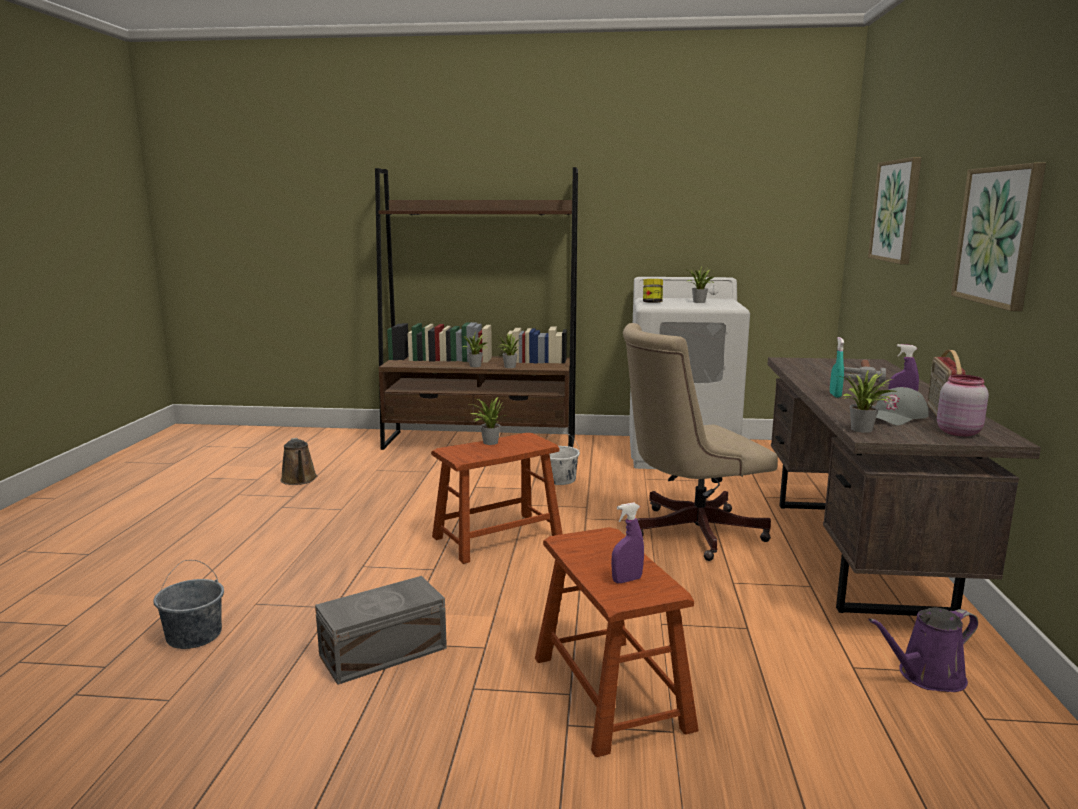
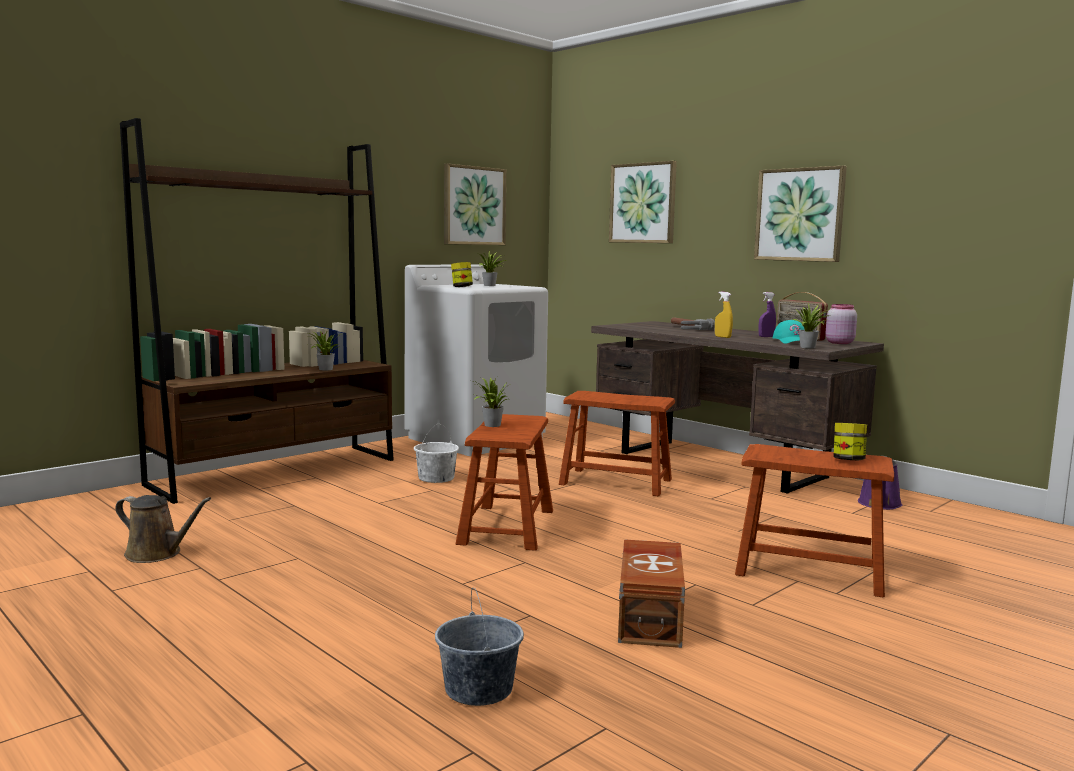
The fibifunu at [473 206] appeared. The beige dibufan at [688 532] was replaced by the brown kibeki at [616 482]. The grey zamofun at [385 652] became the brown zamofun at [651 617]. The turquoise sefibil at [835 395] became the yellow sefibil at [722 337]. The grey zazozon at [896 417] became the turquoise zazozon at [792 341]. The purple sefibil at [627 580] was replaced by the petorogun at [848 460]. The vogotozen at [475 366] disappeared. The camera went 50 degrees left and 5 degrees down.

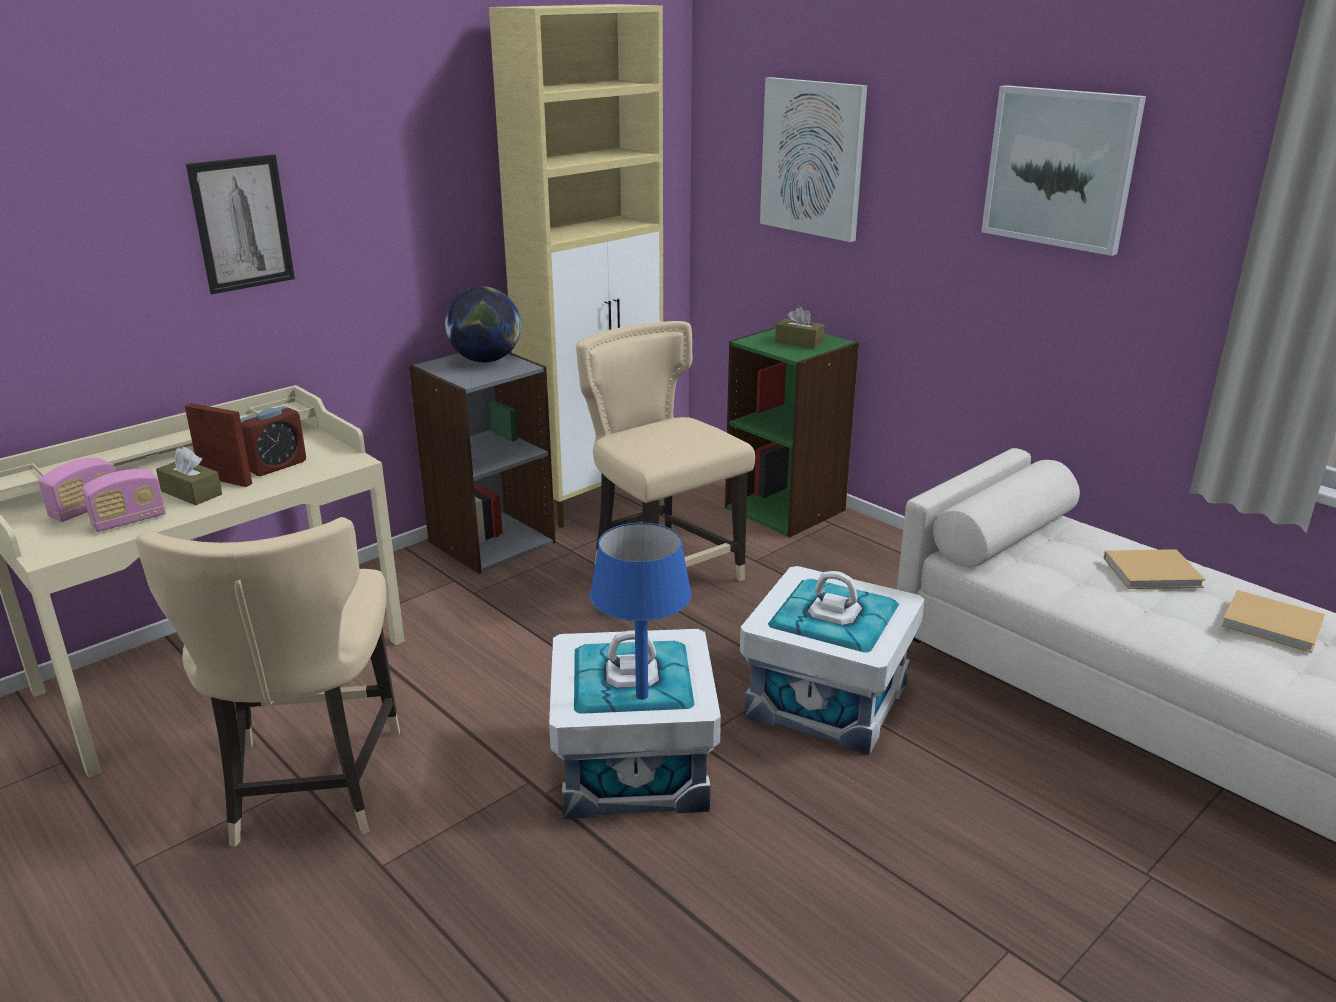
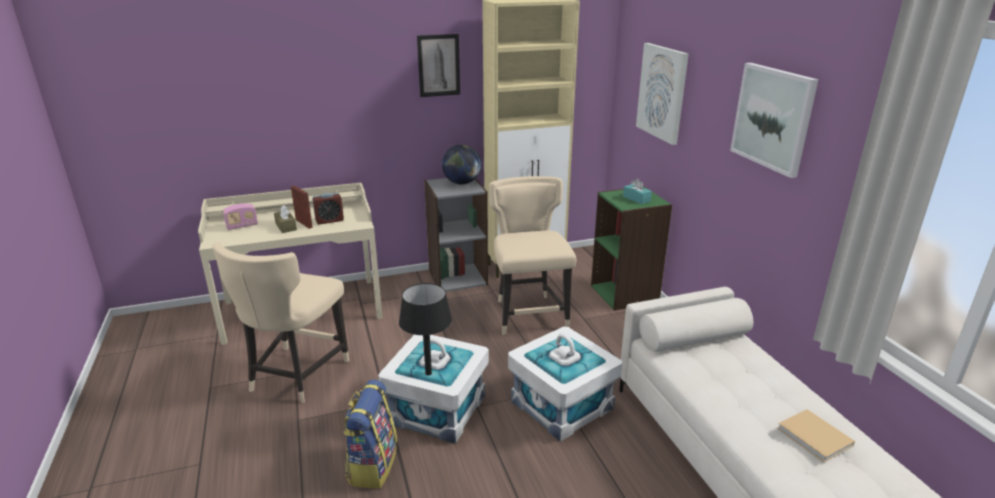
The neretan at [372 465] appeared. The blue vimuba at [642 696] became the black vimuba at [428 373]. The fibifunu moved from [242 224] to [439 65]. The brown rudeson at [799 342] became the turquoise rudeson at [636 199]. The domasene at [129 521] disappeared. The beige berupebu at [1154 572] disappeared. The camera went 25 degrees right and 0 degrees up.

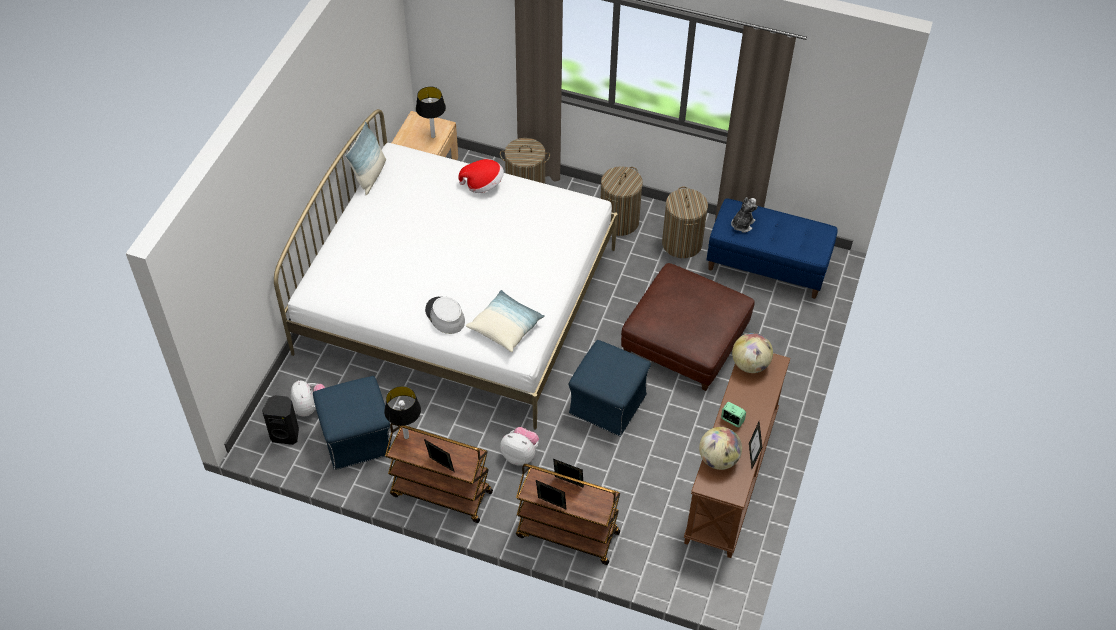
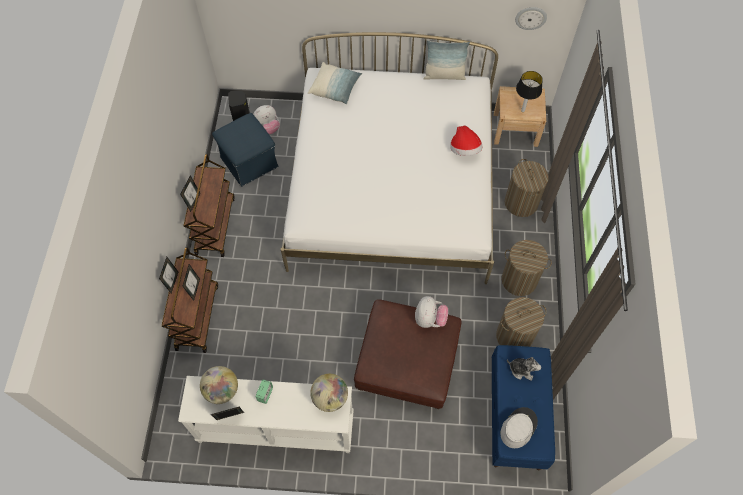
The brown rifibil at [732 477] became the white rifibil at [275 428]. The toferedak moved from [505 327] to [335 88]. The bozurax moved from [520 455] to [429 319]. The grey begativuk moved from [444 316] to [518 427]. The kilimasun at [531 17] appeared. The vimuba at [406 437] disappeared. The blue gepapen at [607 404] disappeared. The camera went 75 degrees right and 10 degrees up.

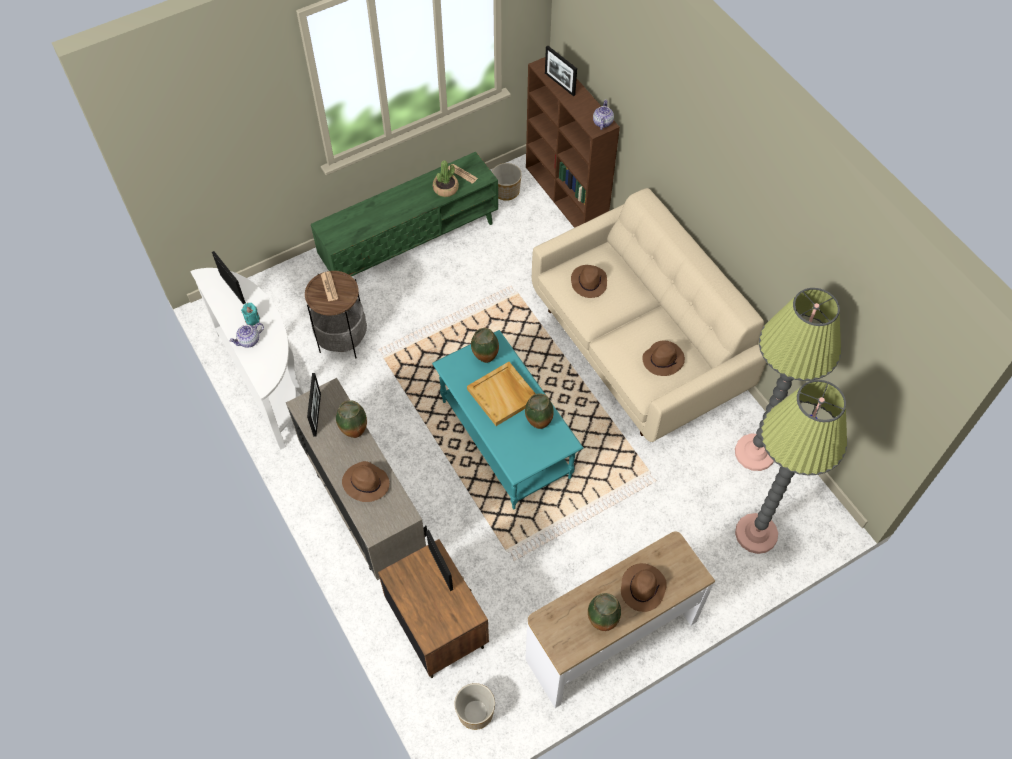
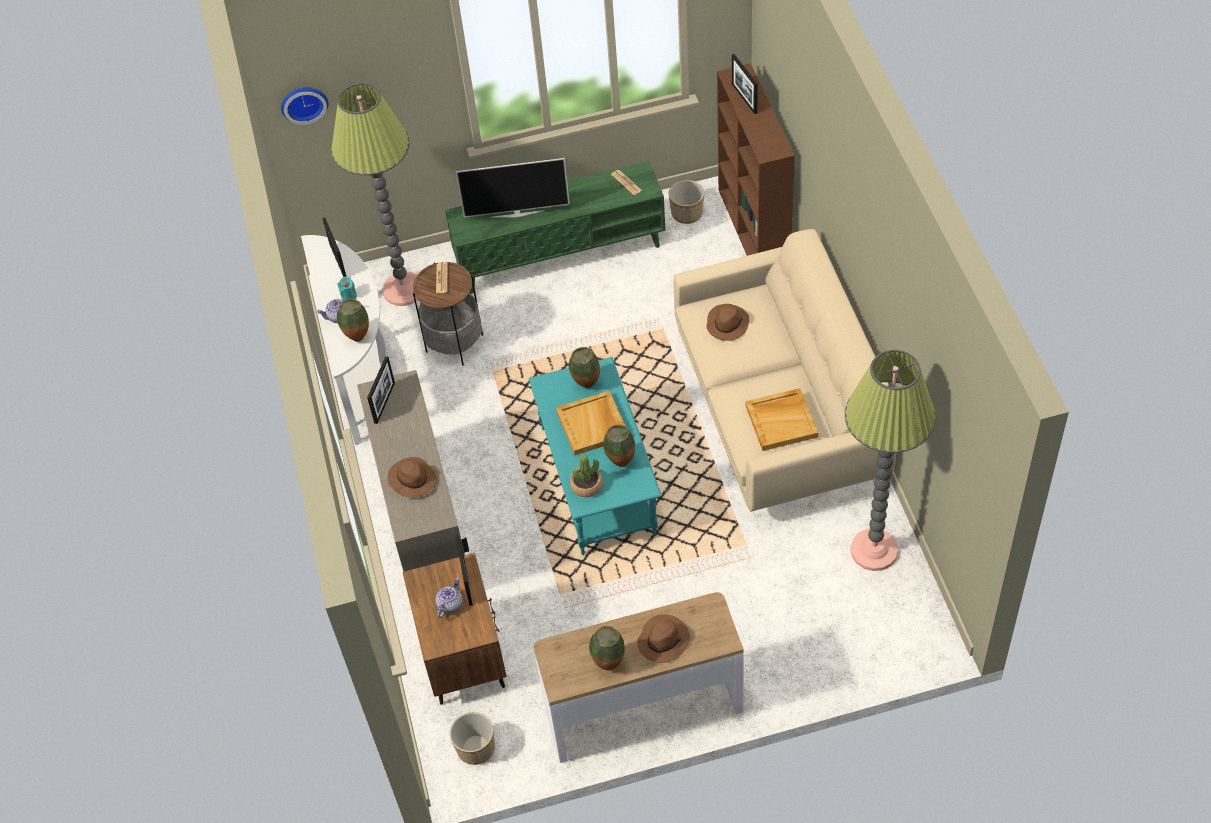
The kilimasun at [303 102] appeared. The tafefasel moved from [756 534] to [403 290]. The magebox moved from [354 433] to [357 337]. The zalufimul moved from [602 122] to [450 604]. The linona at [517 213] appeared. The vogotozen moved from [445 188] to [586 485]. The brown begativuk at [663 359] was replaced by the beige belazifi at [781 421]. The camera went 20 degrees right and 5 degrees down.

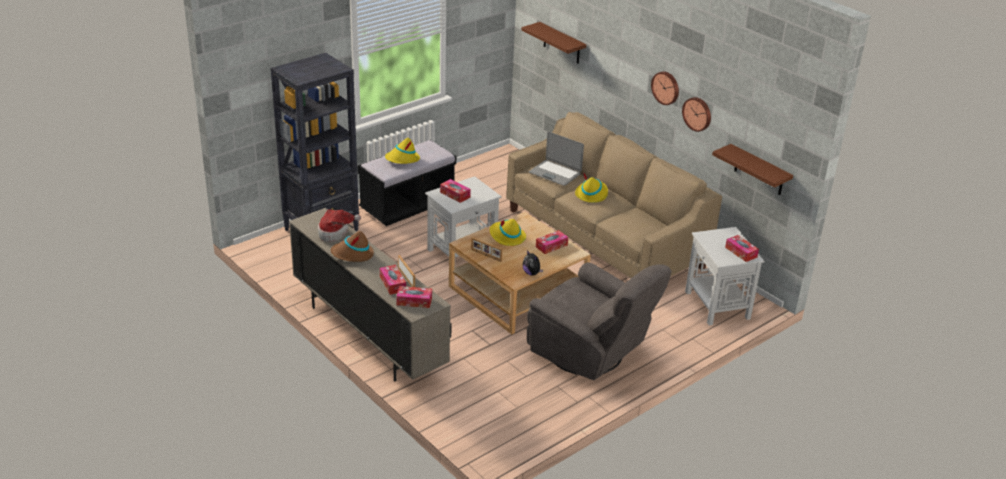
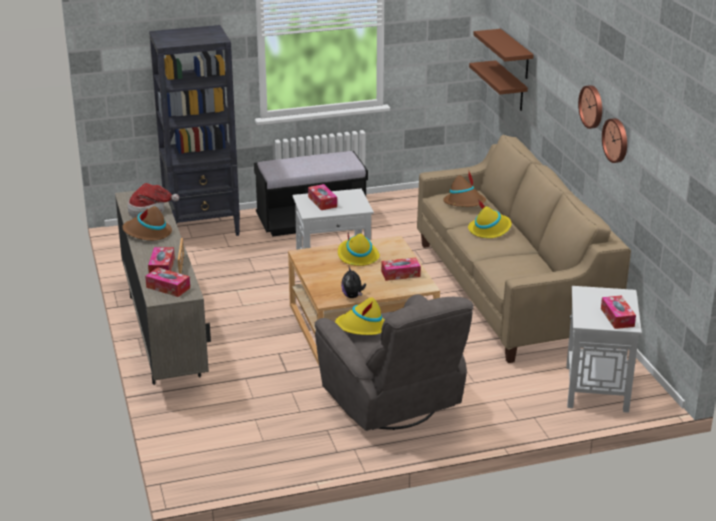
The yellow begativuk moved from [402 159] to [361 327]. The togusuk at [555 173] was replaced by the brown begativuk at [465 203]. The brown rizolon moved from [759 170] to [510 86]. The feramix at [486 255] disappeared. The camera went 25 degrees right and 5 degrees down.

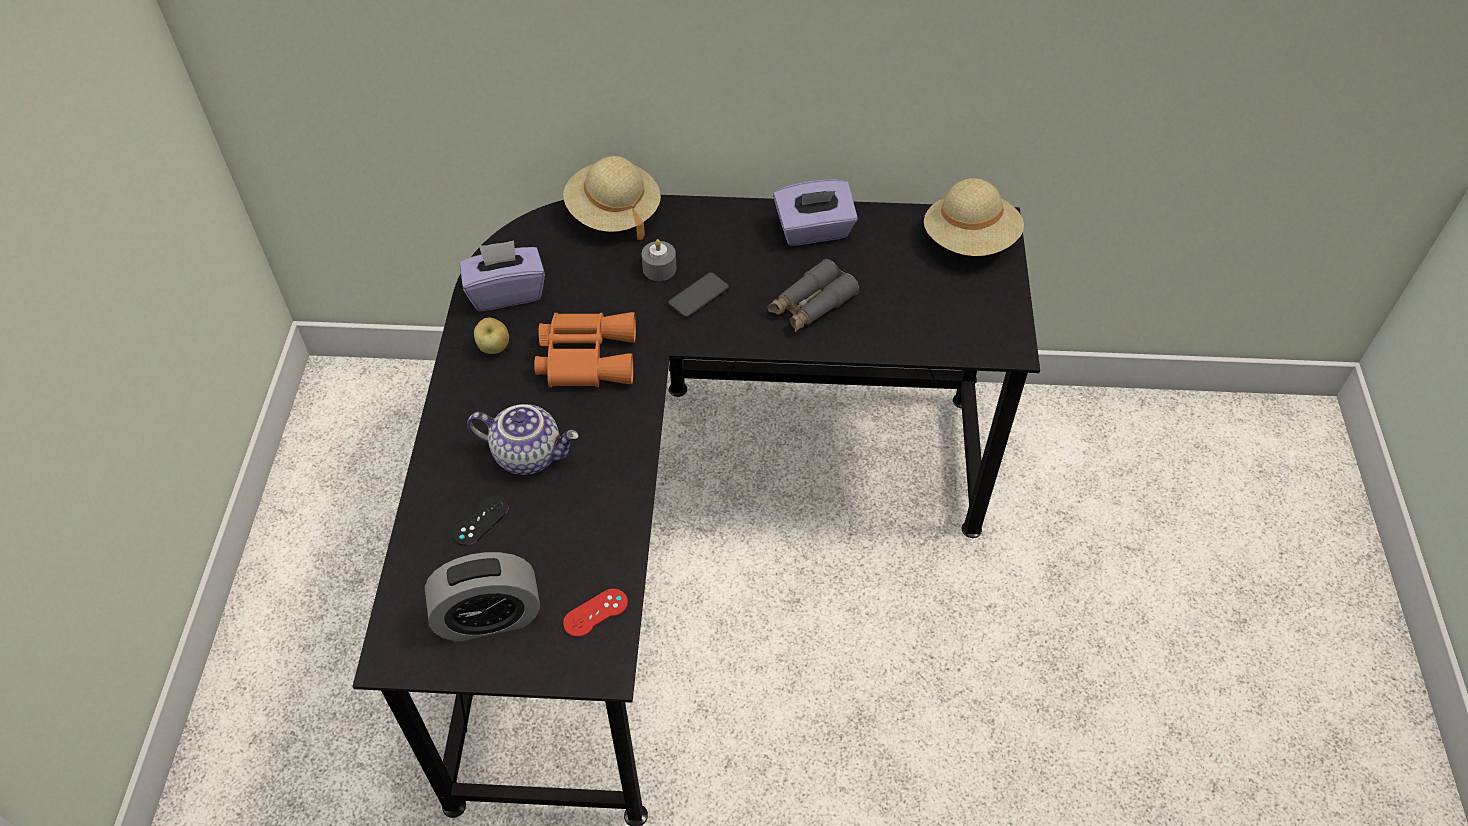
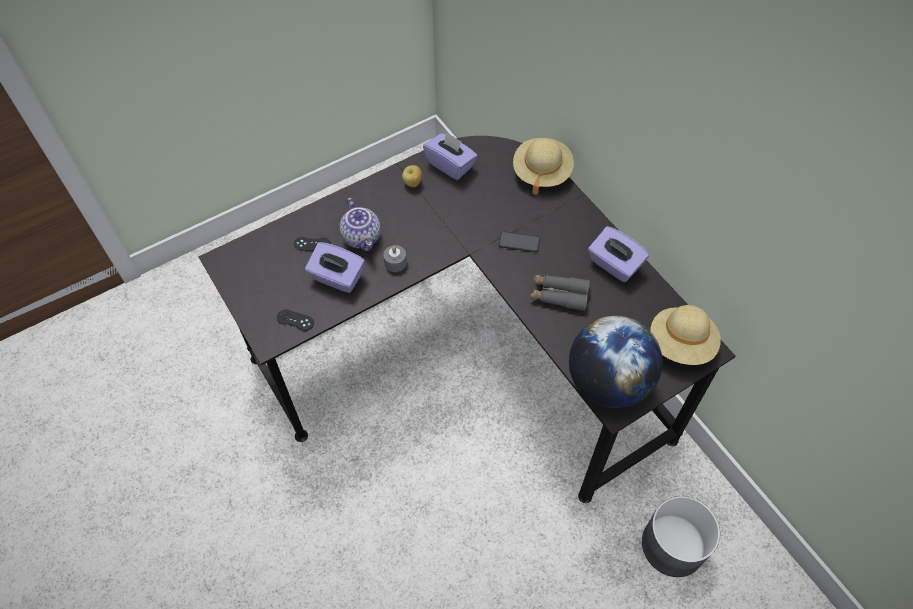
The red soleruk at [595 613] became the black soleruk at [295 320]. The purple rudeson at [337 278] appeared. The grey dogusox moved from [659 268] to [395 263]. The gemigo at [608 383] appeared. The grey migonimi at [673 545] appeared. The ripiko at [489 618] disappeared. The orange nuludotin at [585 355] disappeared. The camera went 55 degrees right and 5 degrees up.

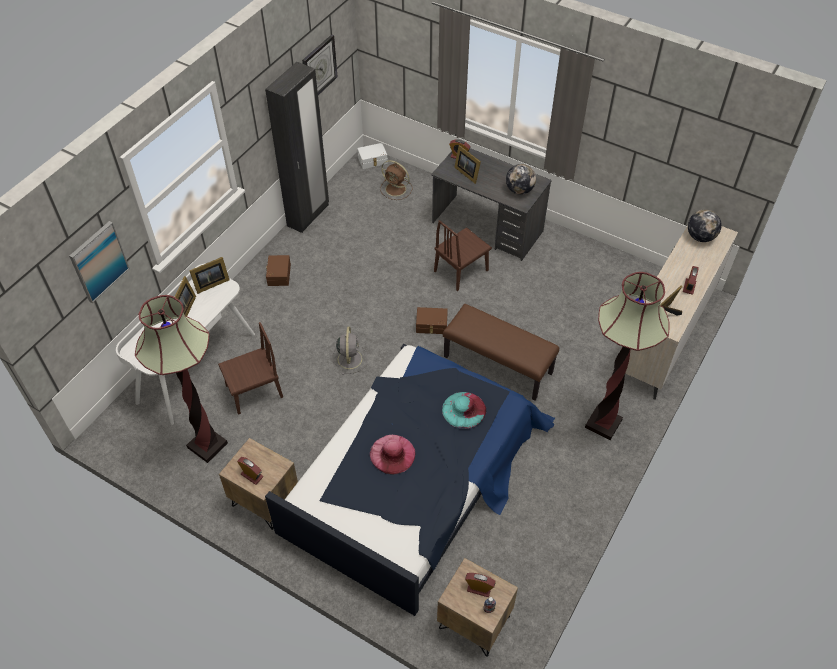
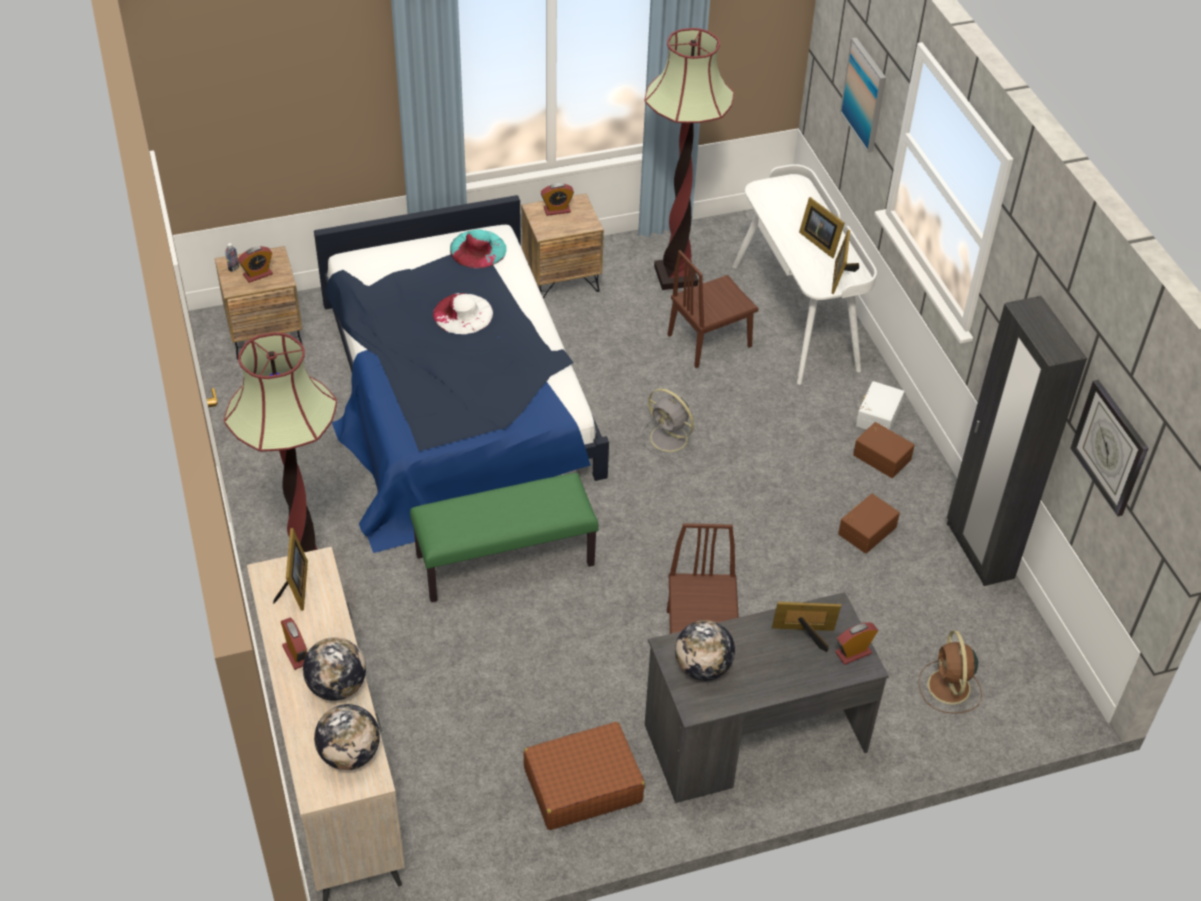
The gemigo at [337 687] appeared. The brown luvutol at [497 365] became the green luvutol at [505 559]. The pink begativuk at [392 454] became the white begativuk at [463 313]. The turquoise begativuk moved from [464 410] to [478 249]. The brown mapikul at [582 785] appeared. The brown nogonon at [254 391] turned 45 degrees clockwise. The brown zamofun moved from [431 325] to [866 530]. The white zamofun moved from [372 161] to [877 415]. The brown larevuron at [396 189] turned 75 degrees counterclockwise. The camera went 130 degrees right and 5 degrees down.

